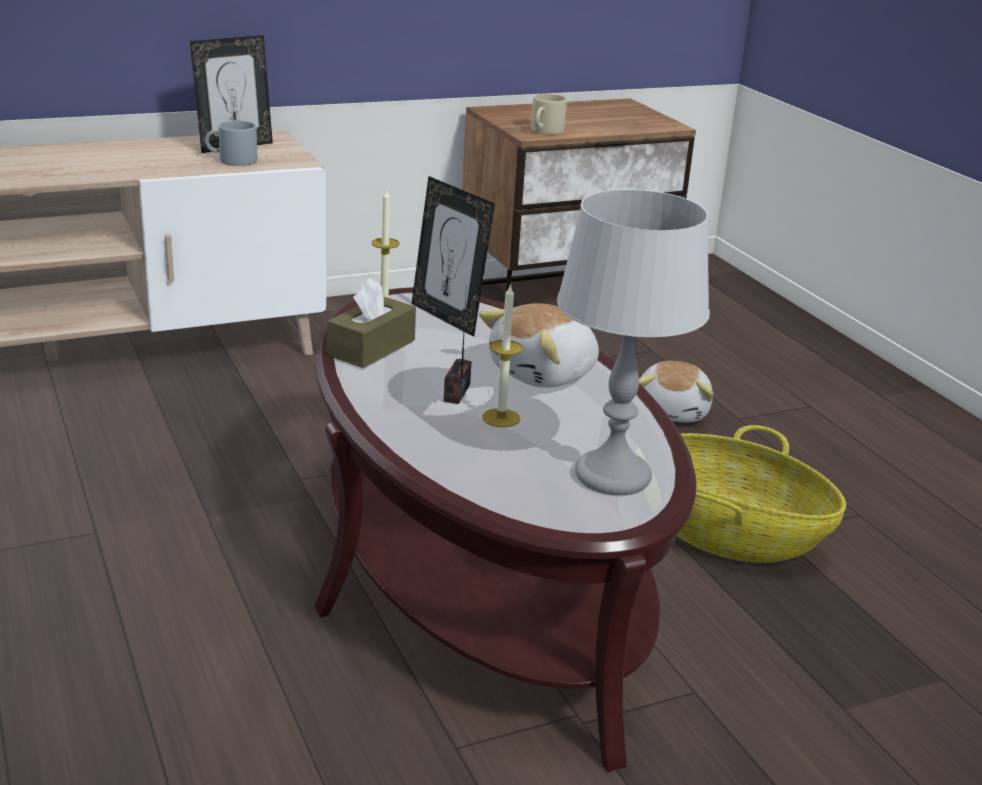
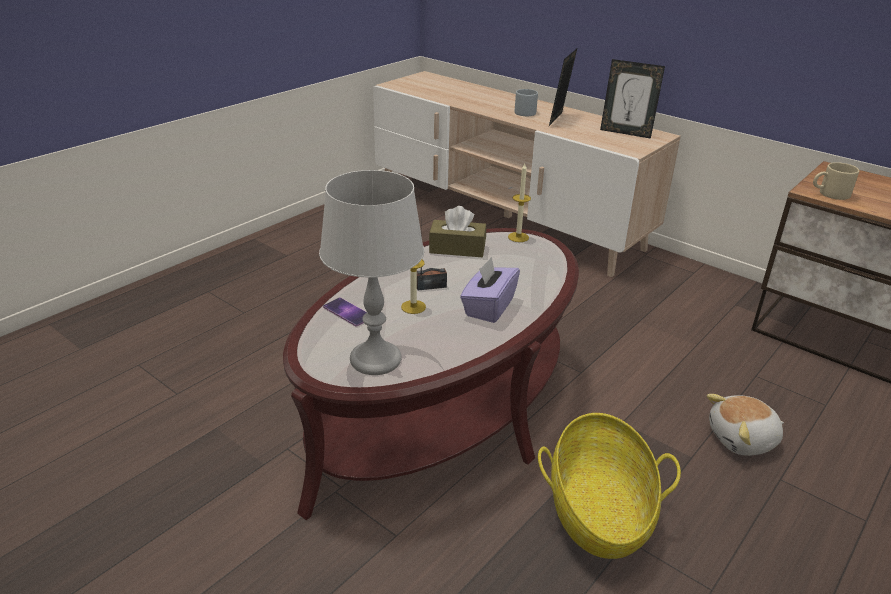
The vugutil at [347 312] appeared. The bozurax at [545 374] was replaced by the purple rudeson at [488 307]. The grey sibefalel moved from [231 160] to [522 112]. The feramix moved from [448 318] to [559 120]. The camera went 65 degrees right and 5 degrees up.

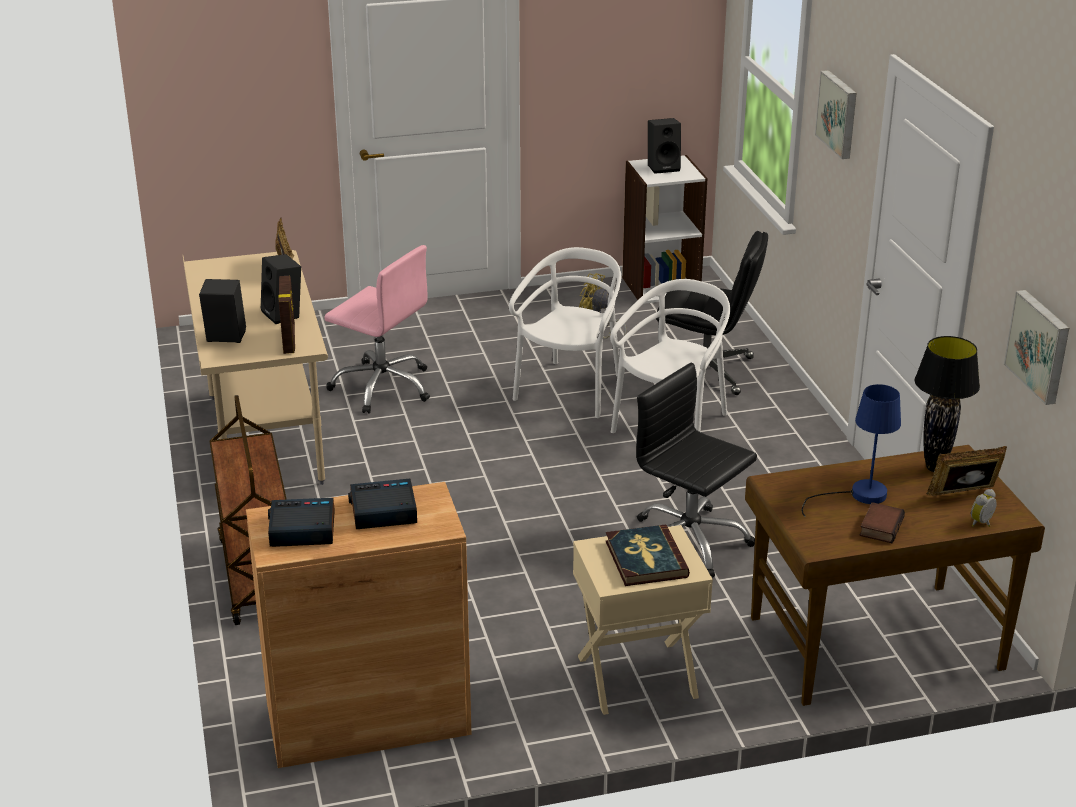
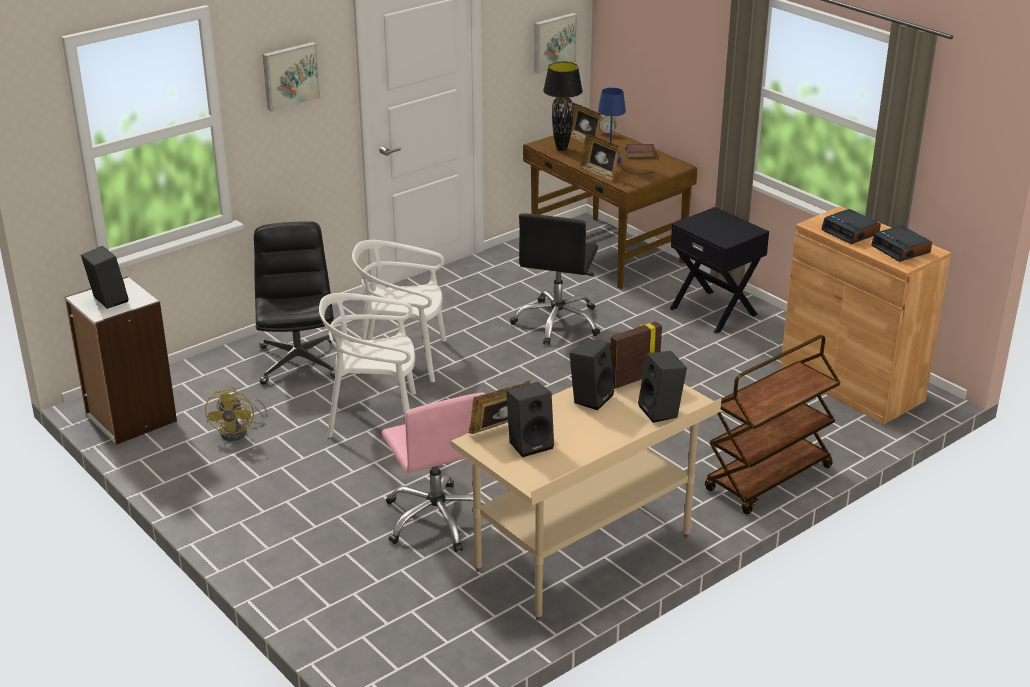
The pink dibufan at [383 386] turned 150 degrees clockwise. The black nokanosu at [530 443] appeared. The feramix at [599 173] appeared. The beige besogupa at [637 677] became the black besogupa at [714 311]. The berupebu at [645 559] disappeared. The camera went 115 degrees left and 0 degrees up.

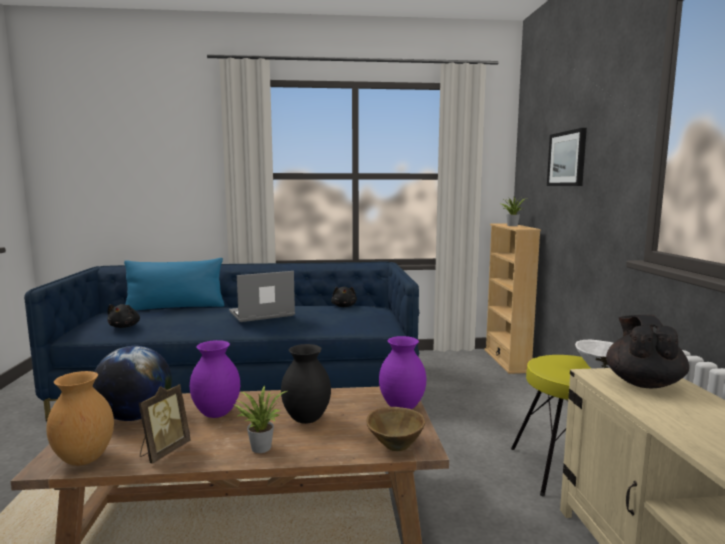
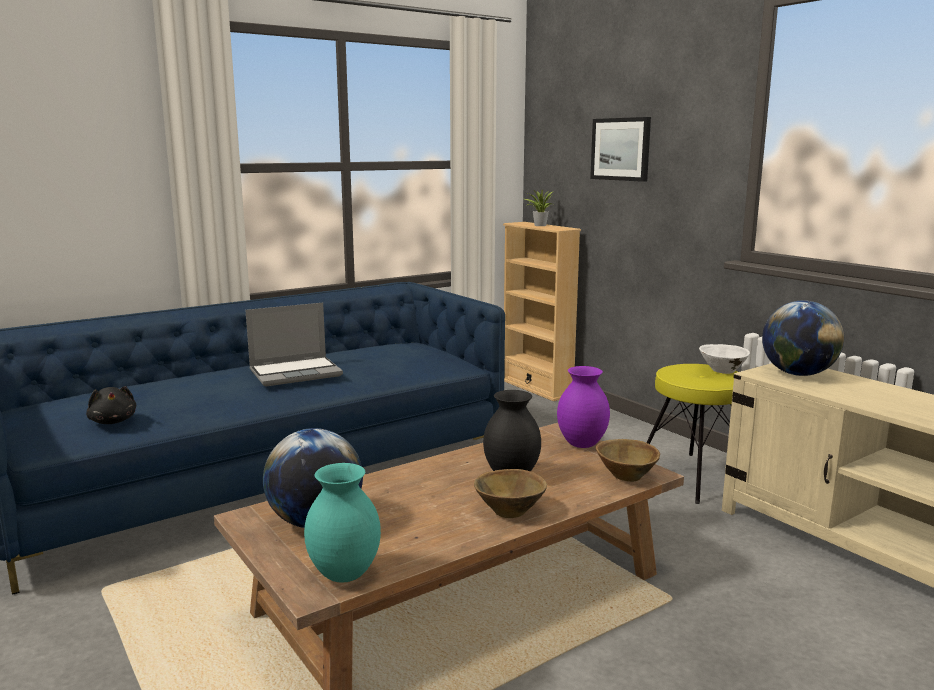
The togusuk at [261 314] turned 150 degrees counterclockwise. The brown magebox at [84 459] became the turquoise magebox at [343 574]. The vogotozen at [260 447] was replaced by the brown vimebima at [510 511]. The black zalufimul at [643 383] was replaced by the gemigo at [798 374]. The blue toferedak at [176 307] disappeared. The feramix at [163 451] disappeared. The purple magebox at [217 414] disappeared. The black bozurax at [344 306] disappeared. The camera went 30 degrees left and 5 degrees up.

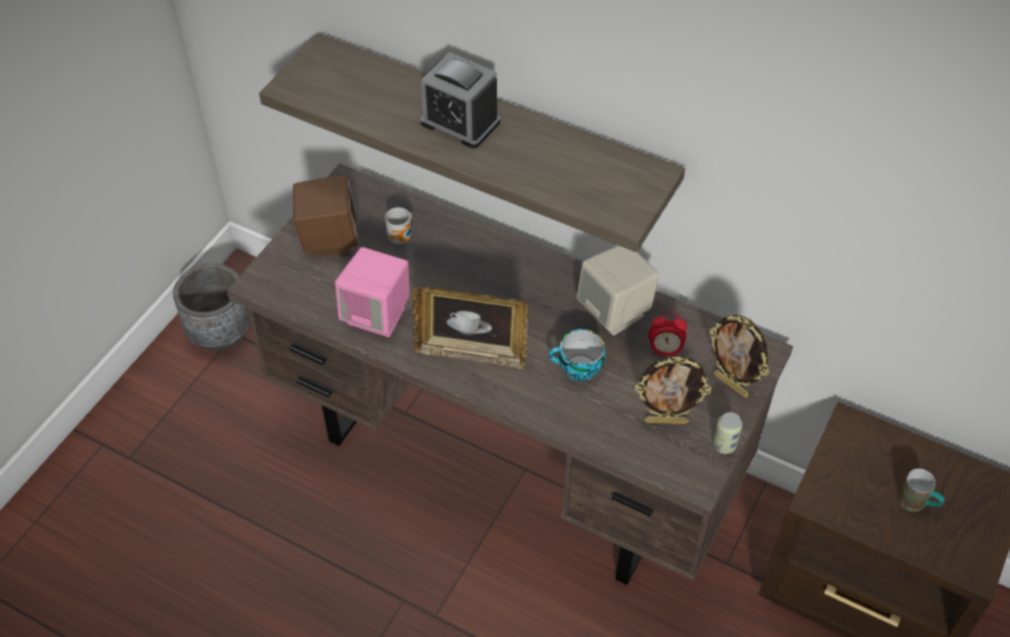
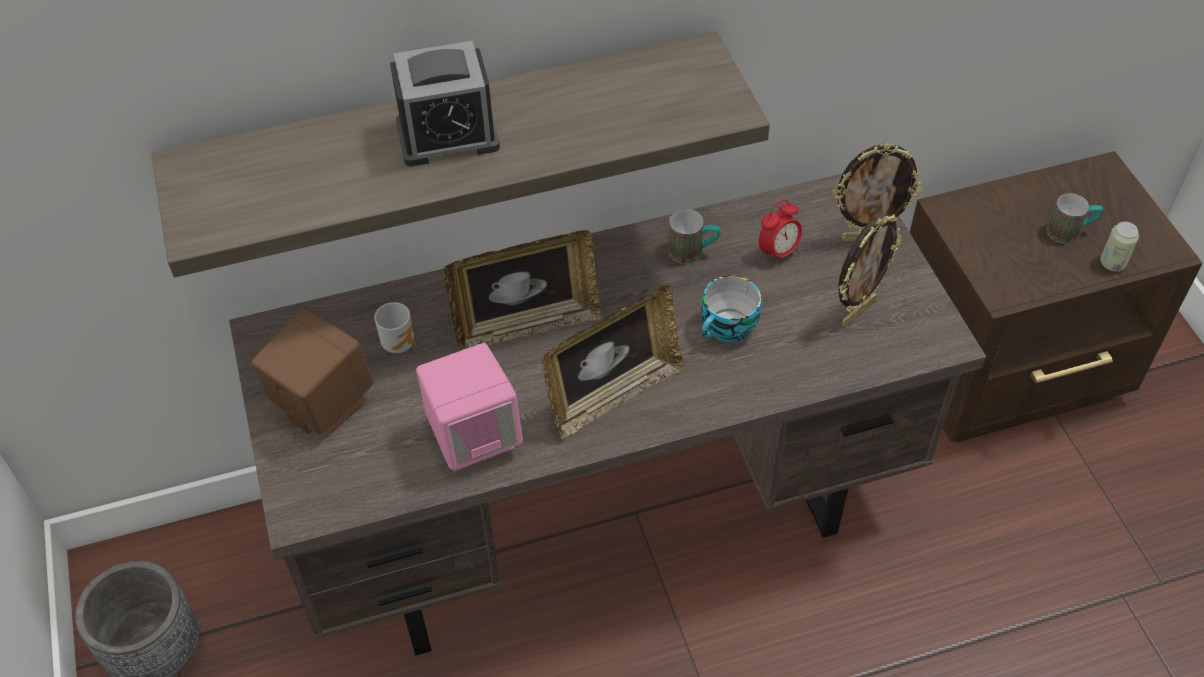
The feramix at [526 325] appeared. The beige nokanosu at [615 311] was replaced by the sibefalel at [692 252]. The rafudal moved from [724 445] to [1112 263]. The camera went 45 degrees left and 0 degrees up.

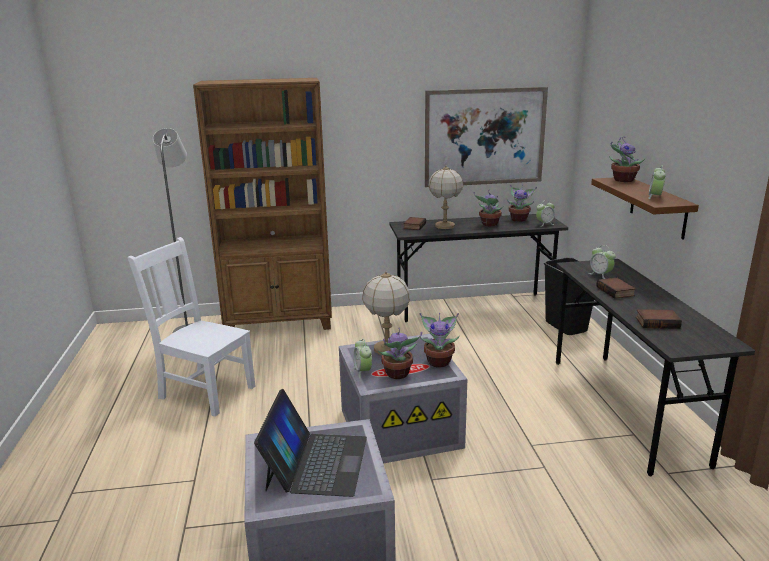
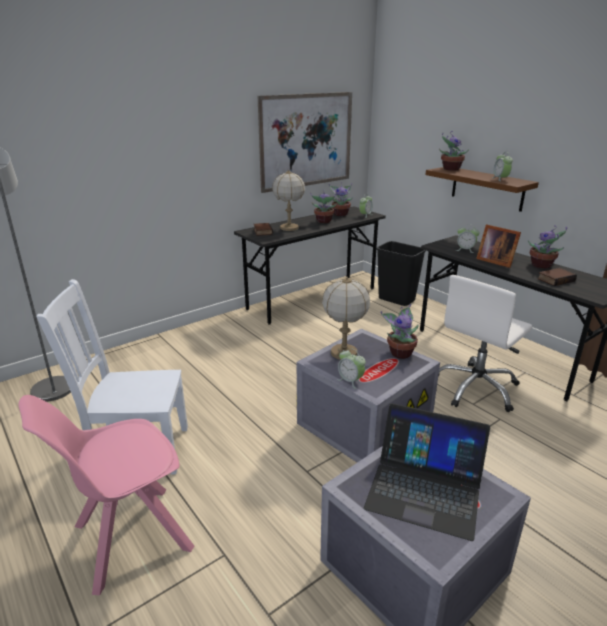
The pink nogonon at [129 538] appeared. The togusuk at [316 463] turned 135 degrees clockwise. The white dibufan at [476 388] appeared. The berupebu at [616 291] was replaced by the feramix at [495 261]. The vogotozen moved from [397 374] to [542 266]. The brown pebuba at [280 323] disappeared. The camera went 30 degrees left and 5 degrees up.

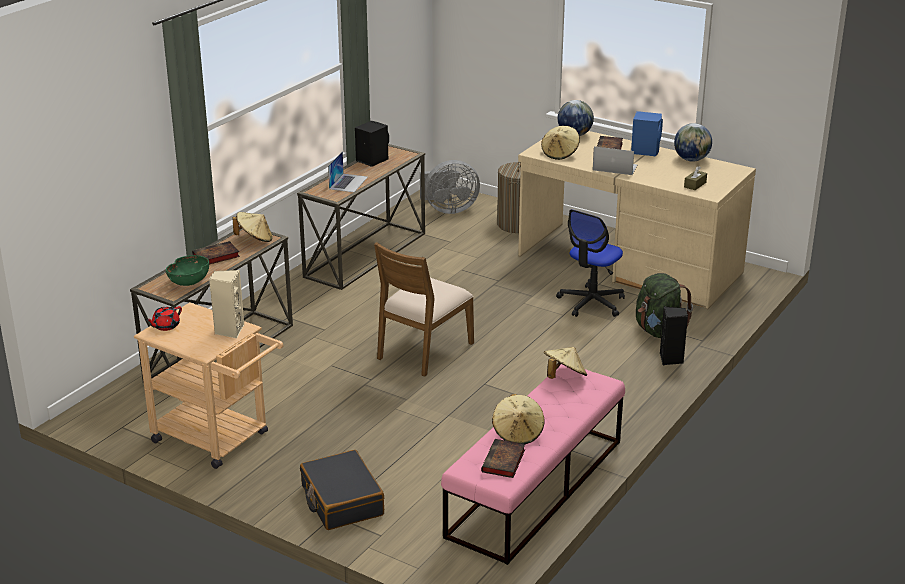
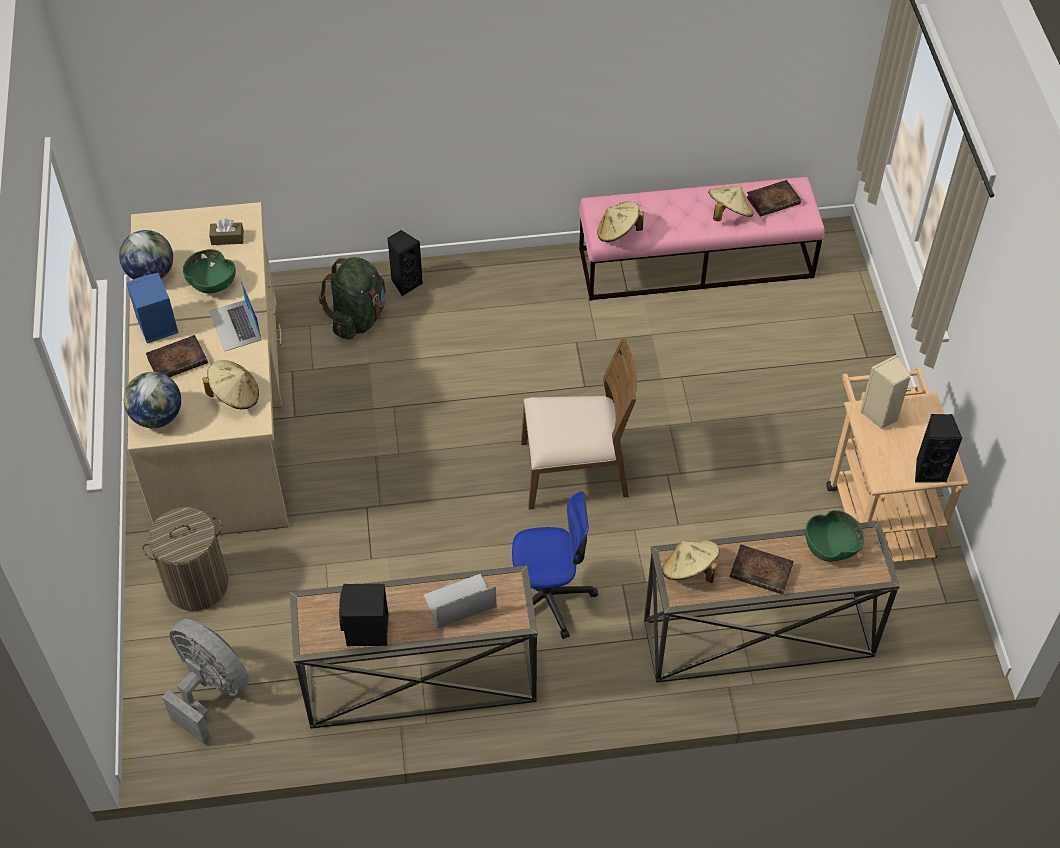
The green vimebima at [211 283] appeared. The dibufan moved from [591 303] to [548 597]. The red zalufimul at [165 326] was replaced by the black nokanosu at [929 471]. The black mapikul at [341 501] disappeared. The camera went 130 degrees left and 25 degrees up.

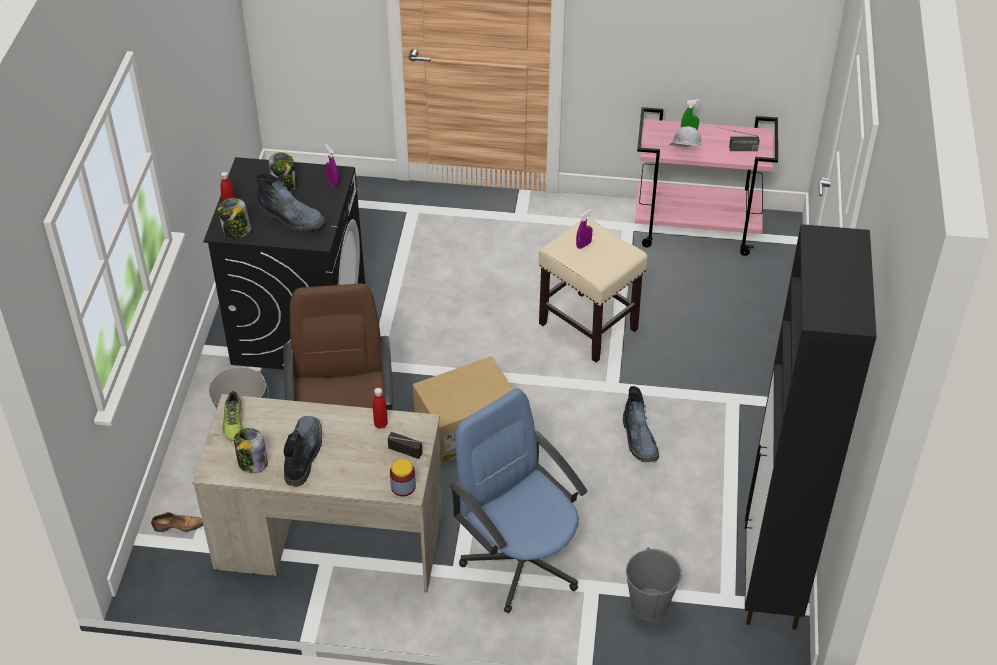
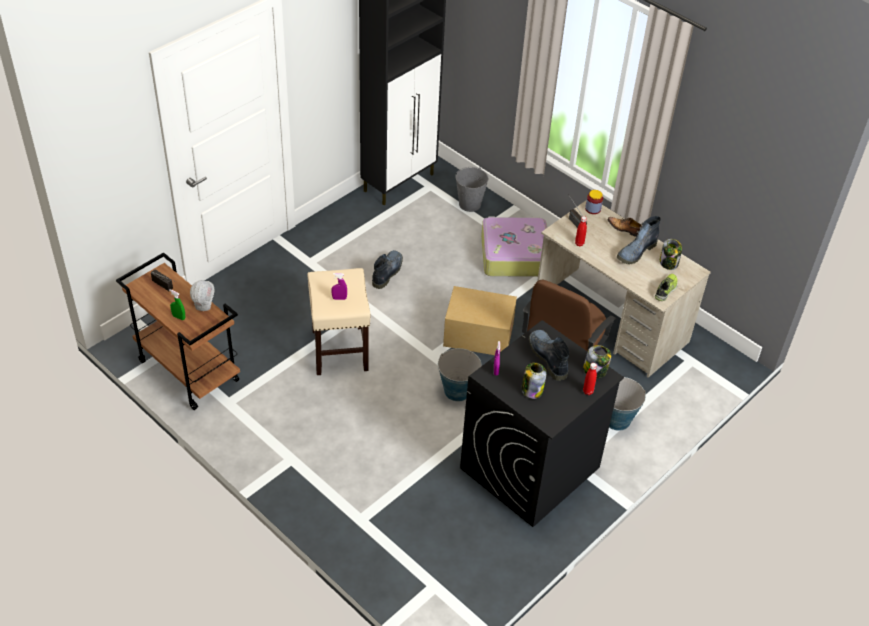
The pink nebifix at [697 229] became the brown nebifix at [187 371]. The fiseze at [457 390] appeared. The blue dibufan at [521 560] was replaced by the mapikul at [513 255]. The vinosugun moved from [178 526] to [624 229]. The camera went 145 degrees left and 0 degrees up.

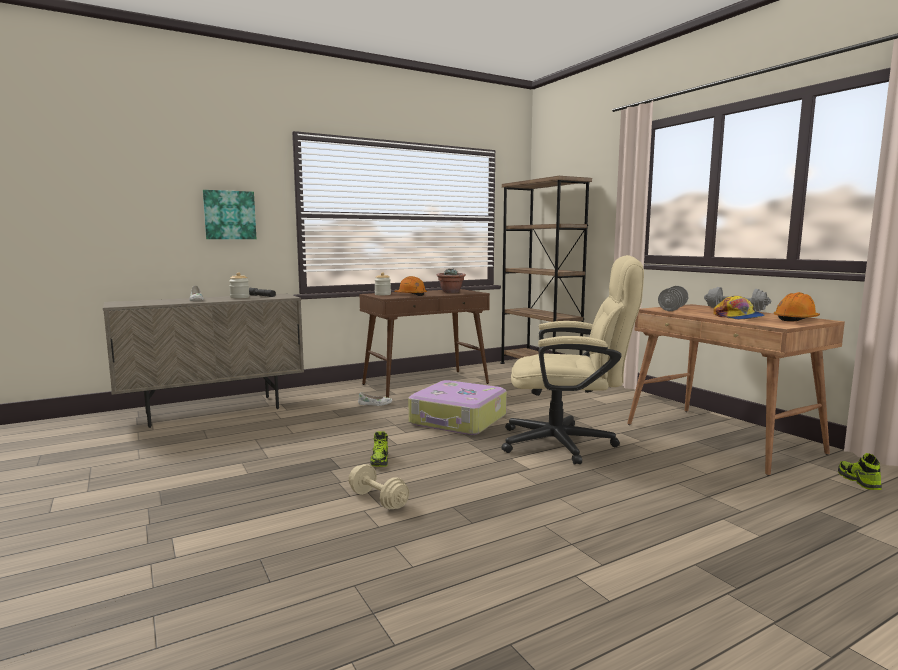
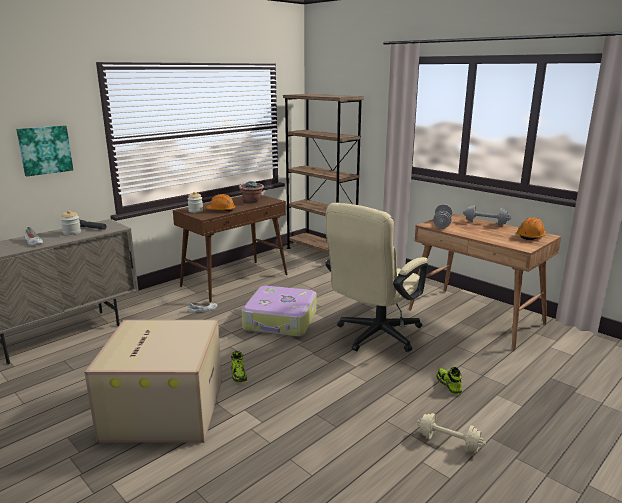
The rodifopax at [163 407] appeared. The beige dibufan at [569 444] turned 135 degrees clockwise. The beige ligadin moved from [378 500] to [449 442]. The vinosugun moved from [858 481] to [448 385]. The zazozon at [738 317] disappeared. The camera went 15 degrees left and 10 degrees up.

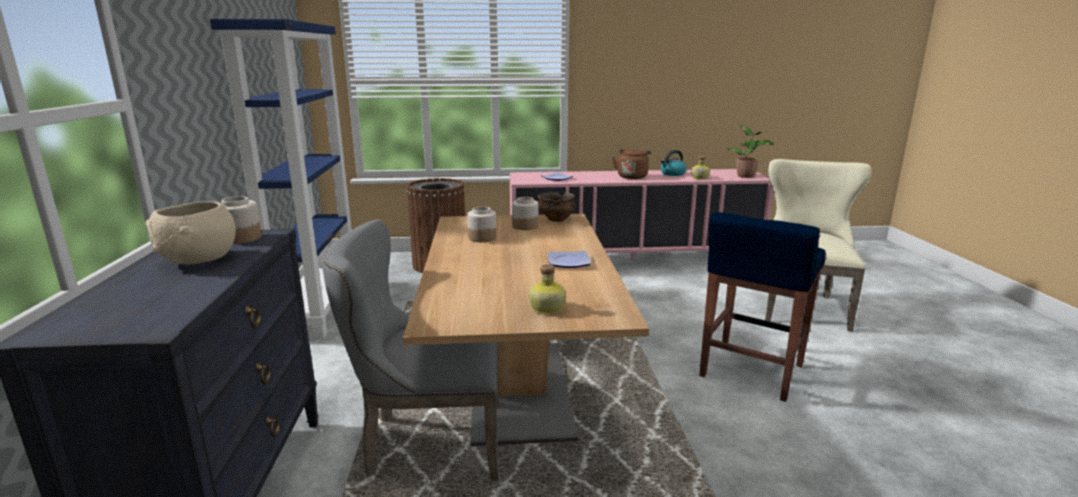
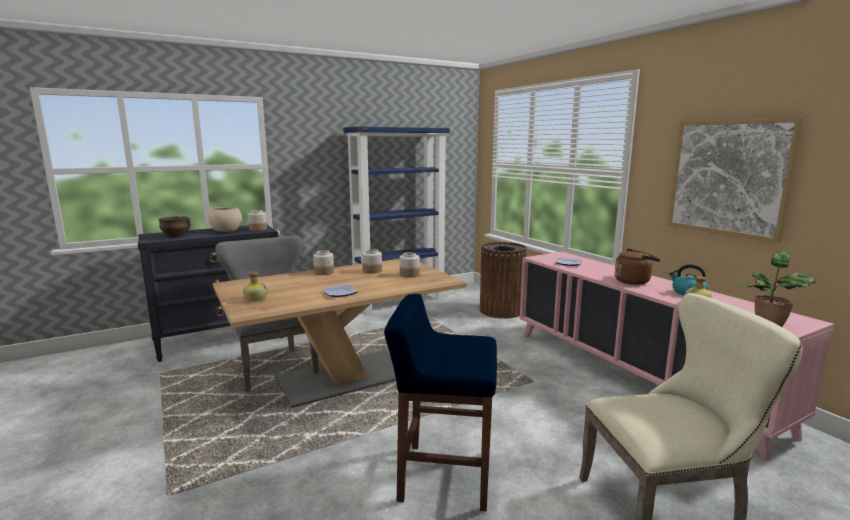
The vimebima moved from [556 219] to [176 236]. The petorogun at [324 272] appeared. The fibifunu at [729 177] appeared. The camera went 65 degrees right and 5 degrees down.

